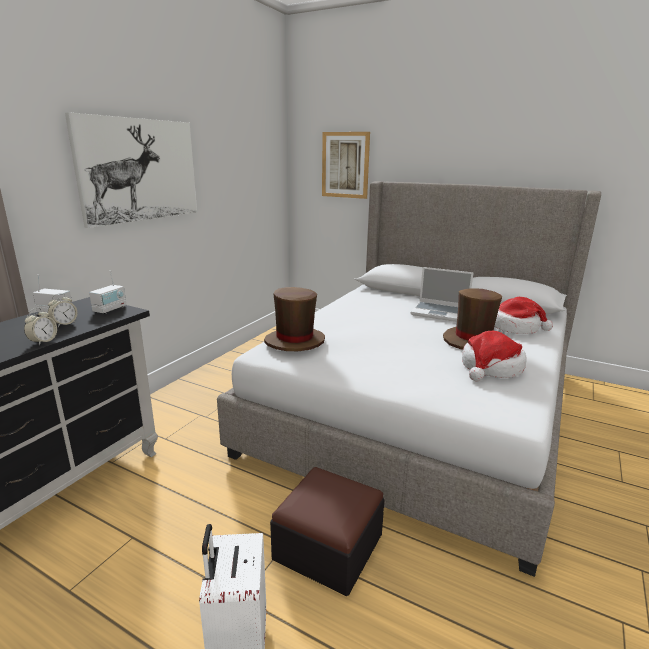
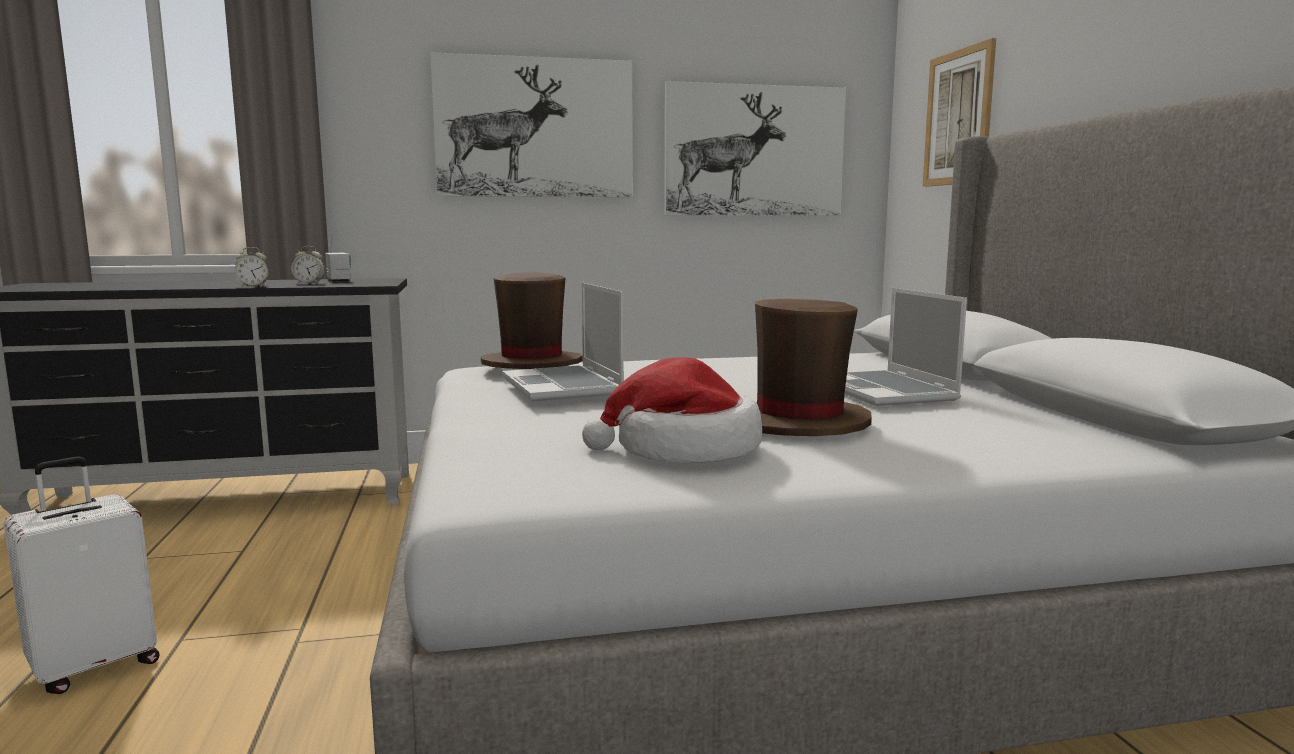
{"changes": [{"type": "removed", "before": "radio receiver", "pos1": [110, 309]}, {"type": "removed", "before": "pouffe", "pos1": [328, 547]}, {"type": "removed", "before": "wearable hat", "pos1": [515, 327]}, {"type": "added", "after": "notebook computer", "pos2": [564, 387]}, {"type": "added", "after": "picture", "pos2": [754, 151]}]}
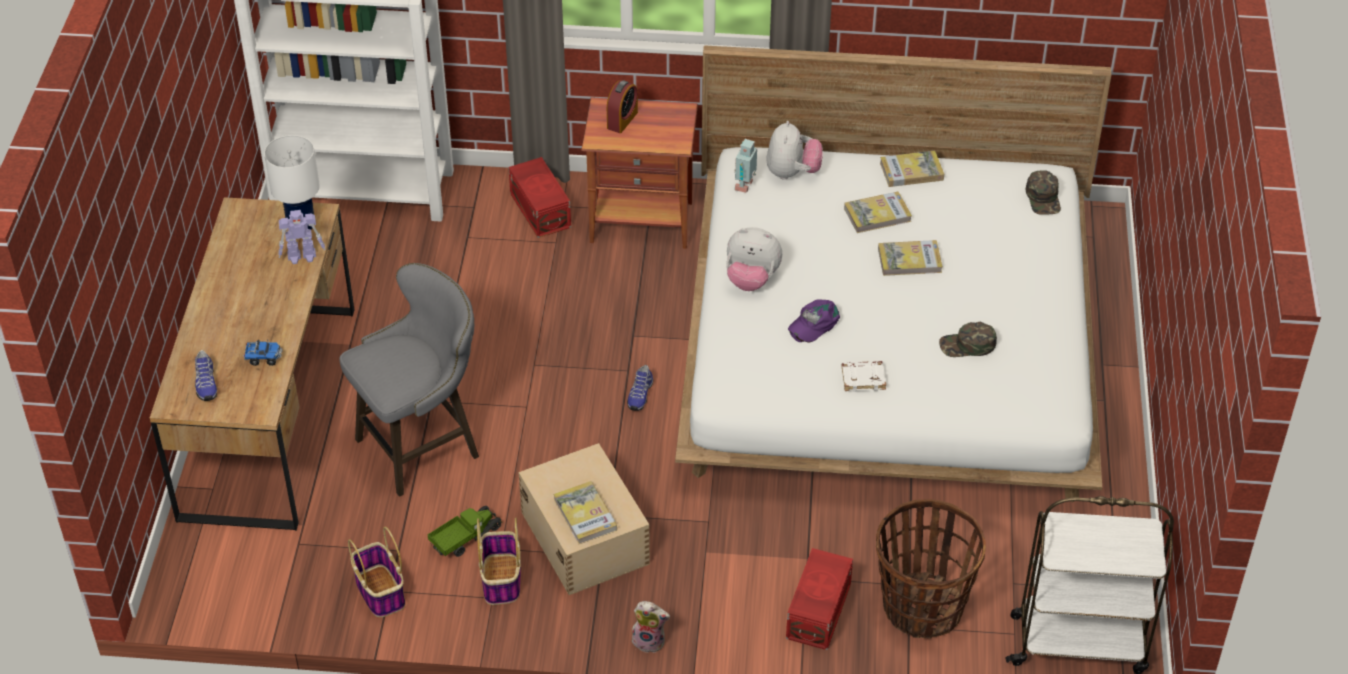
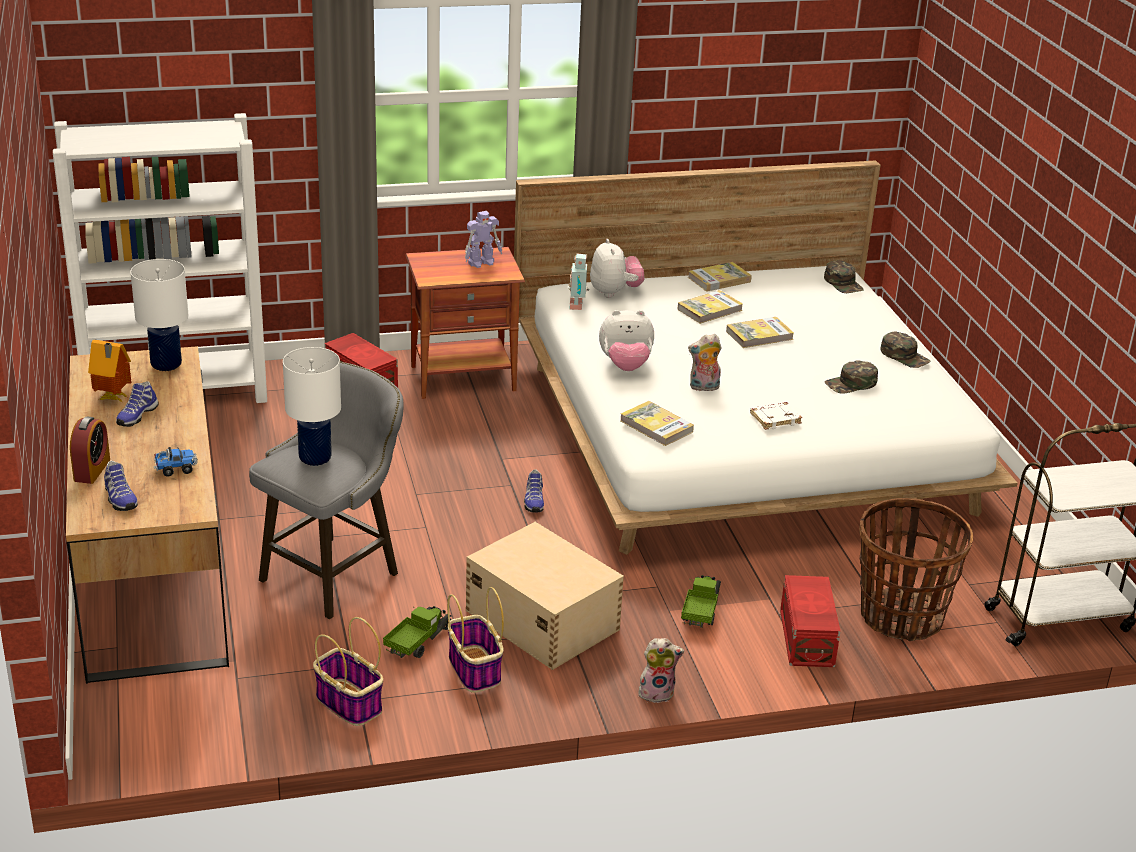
{"changes": [{"type": "added", "after": "toy house", "pos2": [112, 399]}, {"type": "added", "after": "item of footwear", "pos2": [136, 416]}, {"type": "added", "after": "white-coloured lamp for a table", "pos2": [315, 460]}, {"type": "added", "after": "toy lorry", "pos2": [700, 610]}, {"type": "added", "after": "green-coloured cap", "pos2": [904, 356]}, {"type": "moved", "before": "toy robot", "pos1": [303, 256], "pos2": [482, 262]}, {"type": "moved", "before": "volume", "pos1": [585, 515], "pos2": [656, 426]}, {"type": "moved", "before": "bedside clock", "pos1": [622, 120], "pos2": [92, 470]}, {"type": "replaced", "before": "purplish cap", "after": "soft toy", "pos1": [814, 323], "pos2": [703, 387]}]}
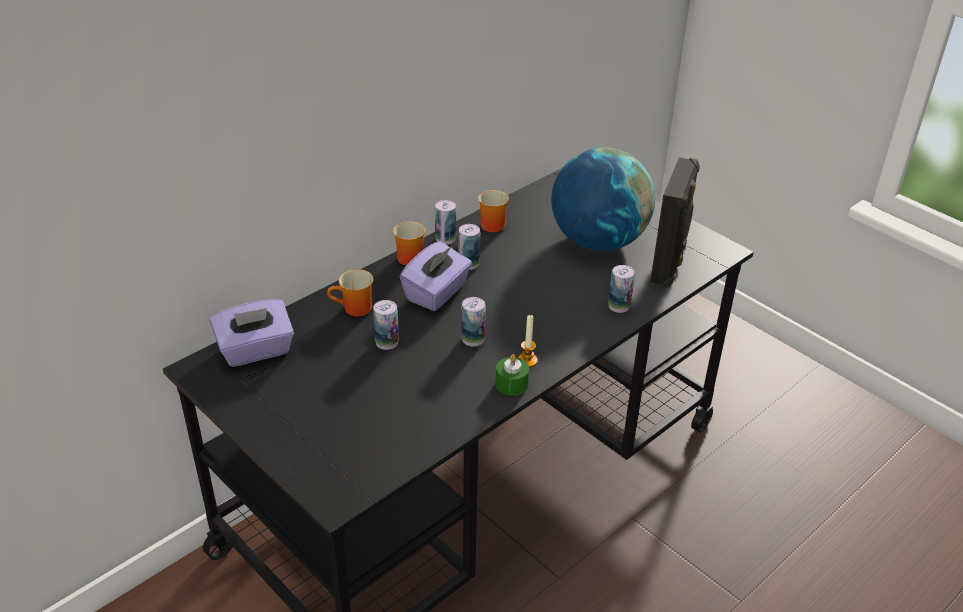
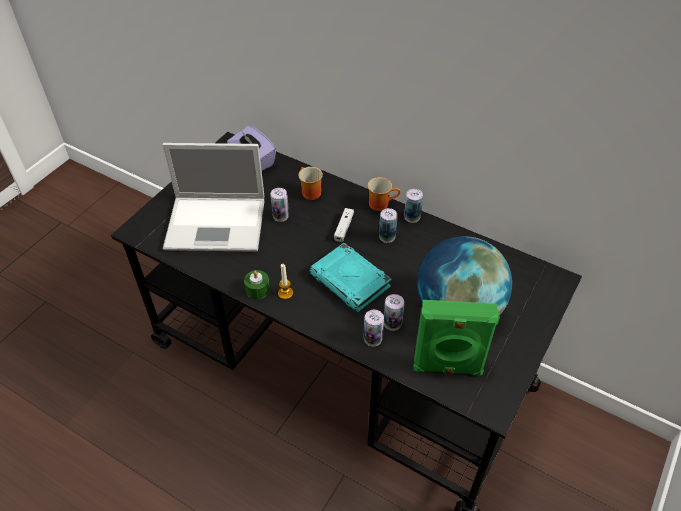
{"changes": [{"type": "removed", "before": "mug", "pos1": [491, 223]}, {"type": "added", "after": "notebook computer", "pos2": [218, 223]}, {"type": "added", "after": "turquoise volume", "pos2": [351, 281]}, {"type": "moved", "before": "can", "pos1": [473, 339], "pos2": [392, 323]}, {"type": "replaced", "before": "purplish box of tissues", "after": "white-coloured game controller", "pos1": [437, 293], "pos2": [344, 228]}, {"type": "recoloured", "before": "black speaker", "after": "green-coloured speaker", "pos1": [669, 265], "pos2": [447, 367]}]}
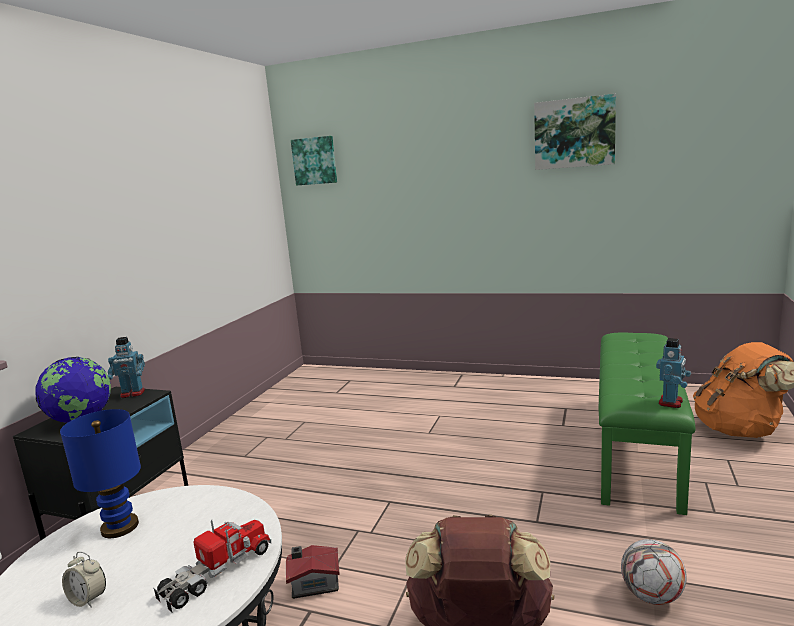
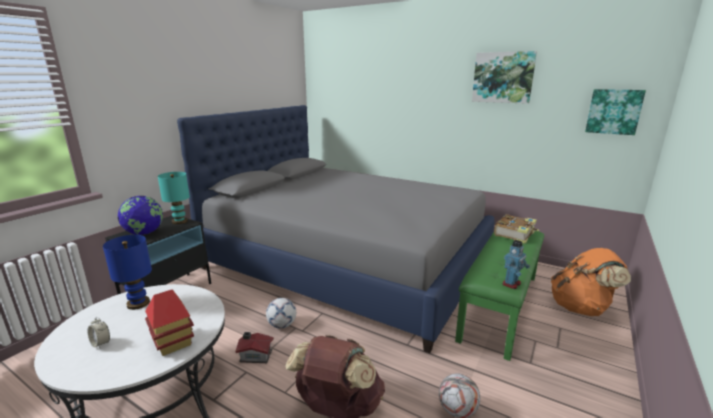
{"changes": [{"type": "added", "after": "grey bed", "pos2": [347, 262]}, {"type": "added", "after": "football", "pos2": [282, 325]}, {"type": "added", "after": "volume", "pos2": [515, 234]}, {"type": "moved", "before": "picture", "pos1": [315, 161], "pos2": [613, 111]}, {"type": "replaced", "before": "toy robot", "after": "turquoise lamp for a table", "pos1": [132, 394], "pos2": [180, 221]}, {"type": "replaced", "before": "toy lorry", "after": "toy house", "pos1": [216, 572], "pos2": [173, 342]}]}
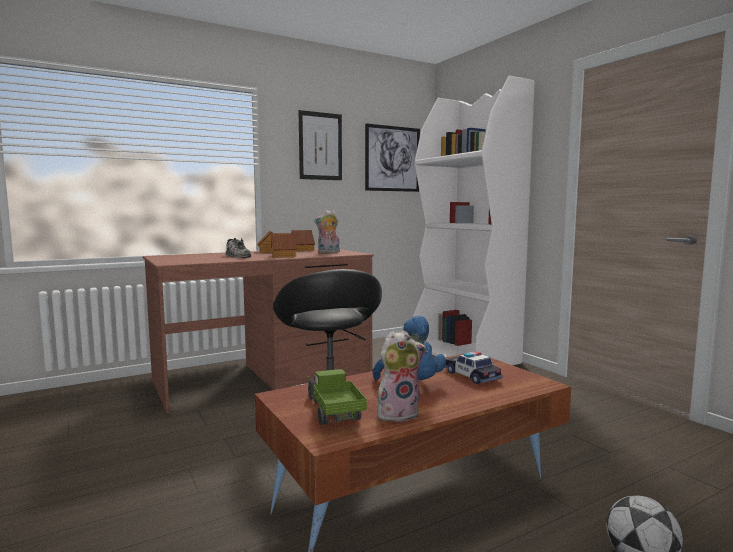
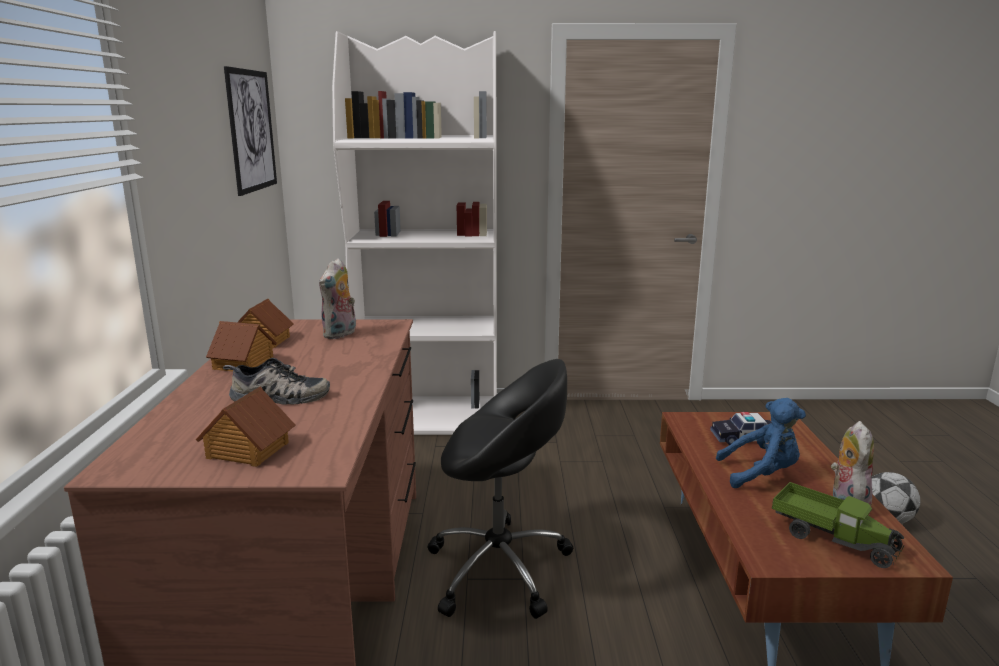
{"changes": [{"type": "removed", "before": "picture", "pos1": [320, 146]}, {"type": "moved", "before": "toy house", "pos1": [283, 256], "pos2": [247, 450]}, {"type": "turned", "before": "toy lorry", "pos1": [332, 411], "pos2": [833, 538], "turn": -150}]}
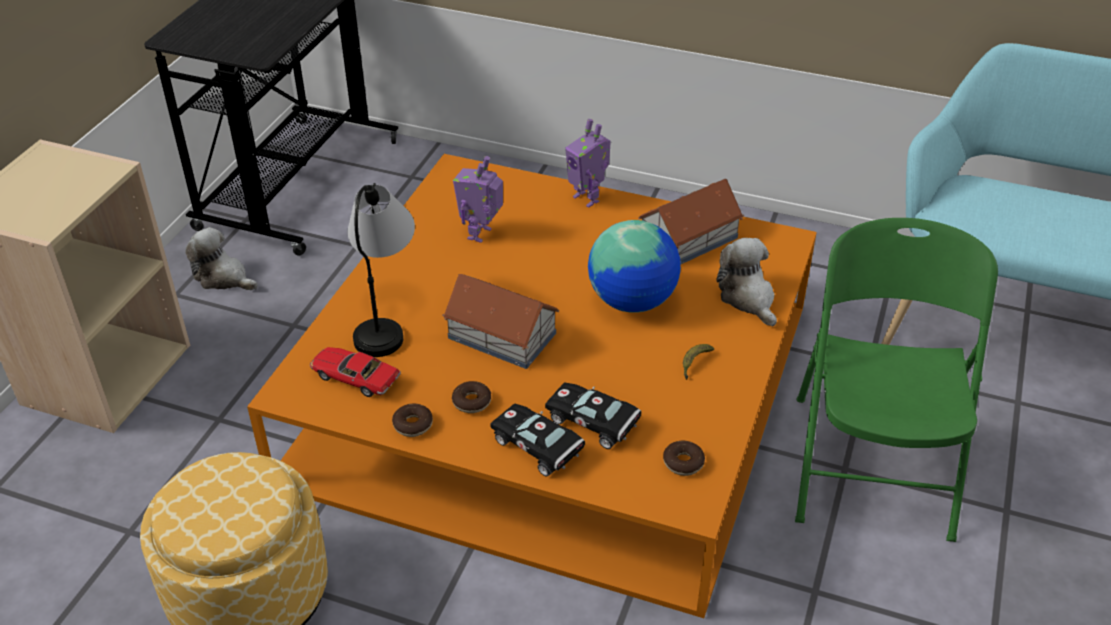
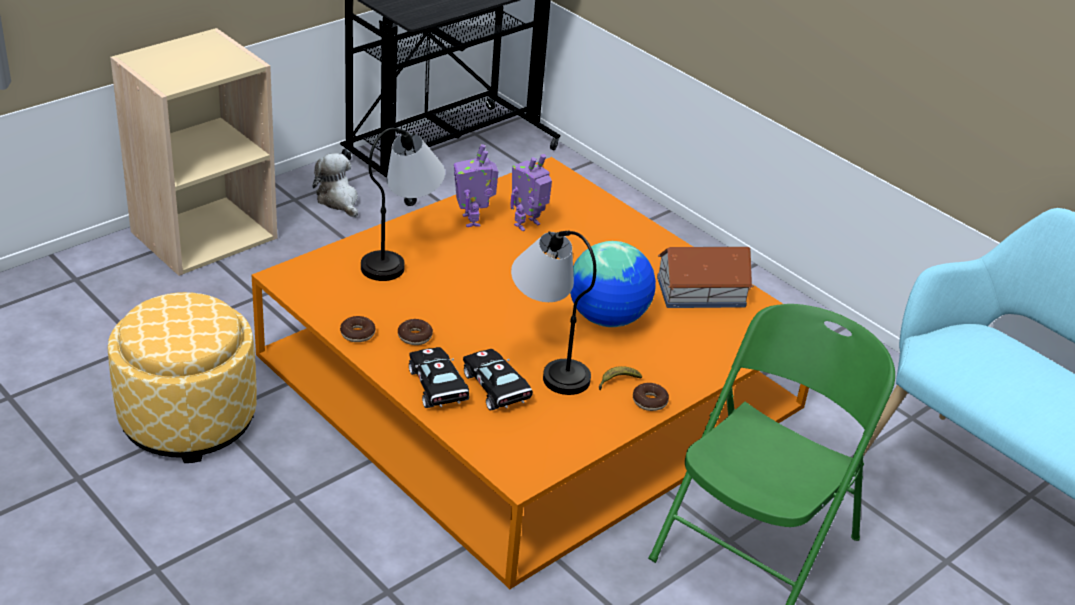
{"changes": [{"type": "removed", "before": "model car", "pos1": [355, 378]}, {"type": "removed", "before": "toy house", "pos1": [502, 336]}, {"type": "removed", "before": "soft toy", "pos1": [748, 298]}, {"type": "added", "after": "lamp for a table", "pos2": [548, 360]}, {"type": "moved", "before": "toy robot", "pos1": [587, 198], "pos2": [473, 220]}, {"type": "moved", "before": "donut", "pos1": [683, 462], "pos2": [649, 401]}]}
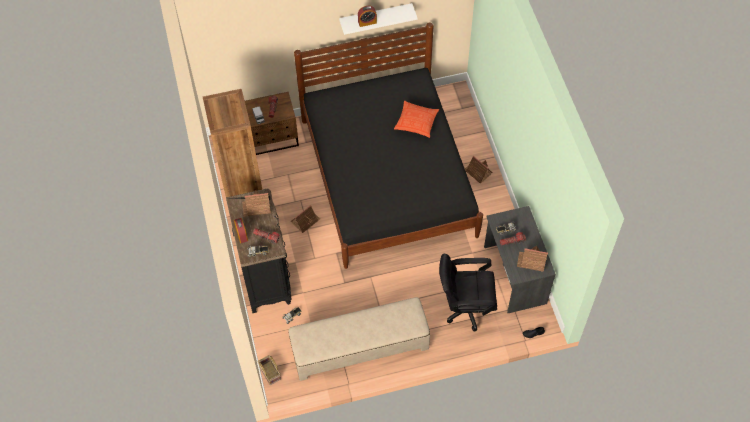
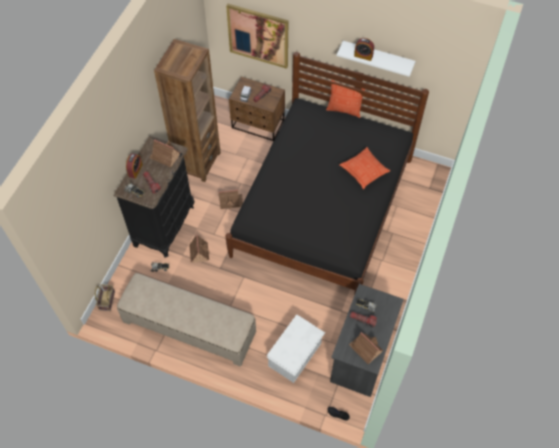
{"changes": [{"type": "added", "after": "picture", "pos2": [258, 35]}, {"type": "added", "after": "orange cushion", "pos2": [344, 110]}, {"type": "moved", "before": "toy house", "pos1": [477, 172], "pos2": [199, 252]}, {"type": "replaced", "before": "black computer chair", "after": "white-coloured storage box", "pos1": [464, 311], "pos2": [295, 355]}]}
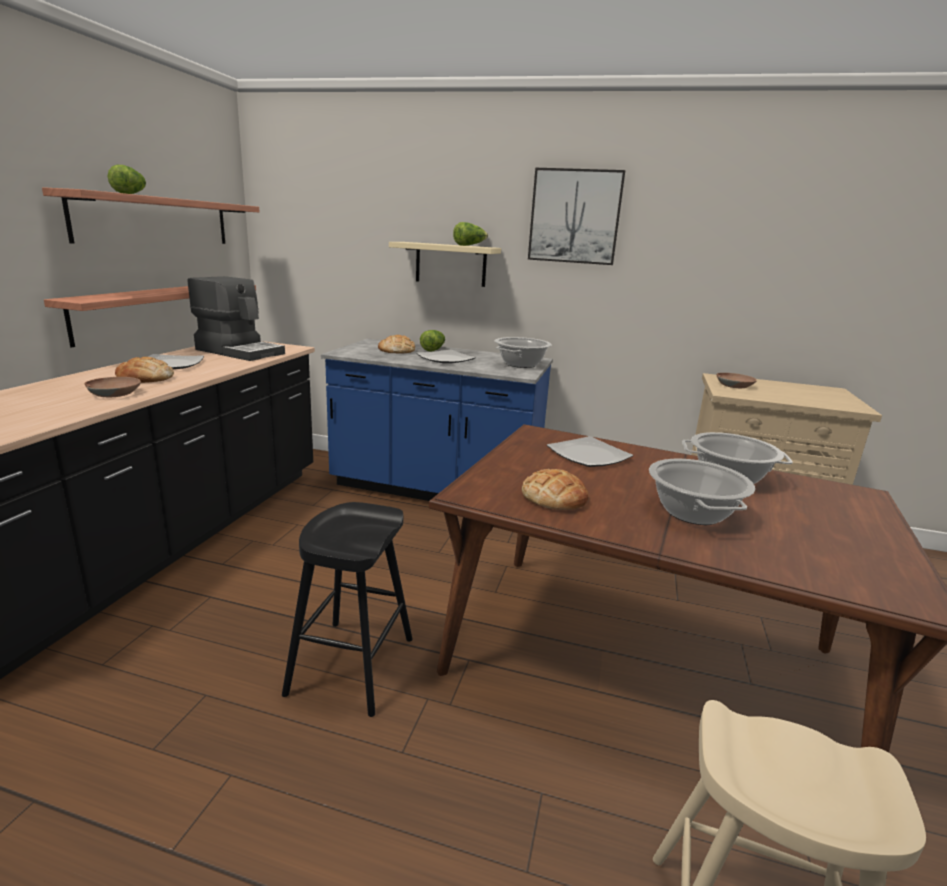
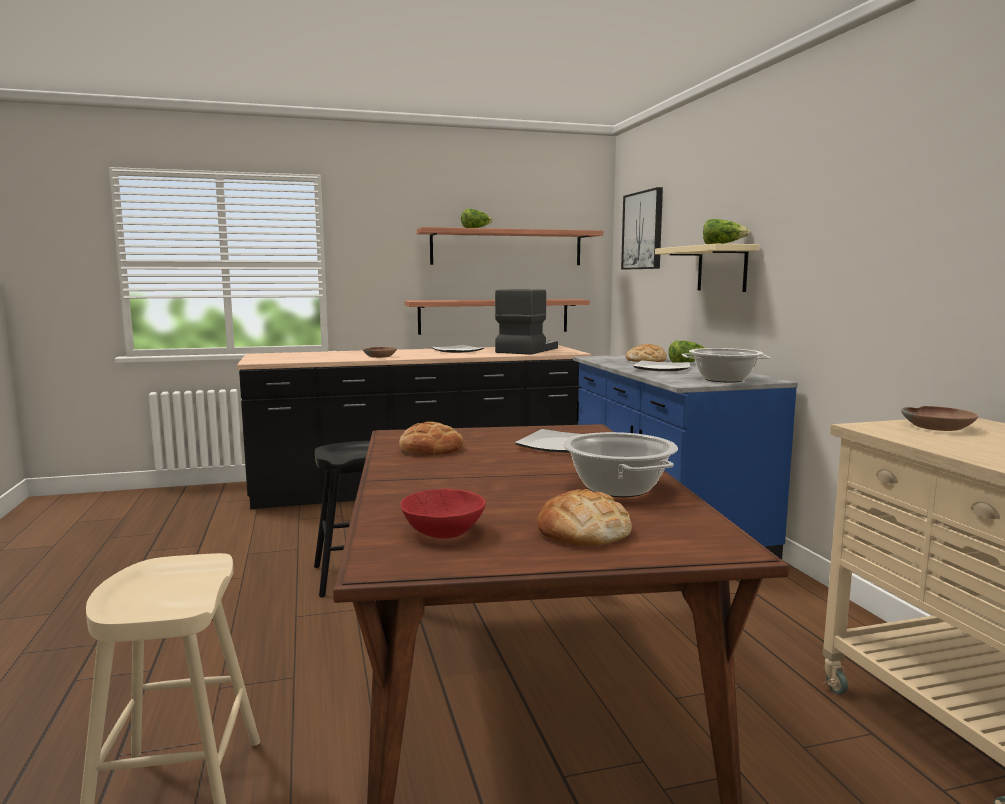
{"changes": [{"type": "removed", "before": "stockpot", "pos1": [693, 513]}, {"type": "added", "after": "reddish deep dish", "pos2": [444, 531]}, {"type": "moved", "before": "bread", "pos1": [145, 378], "pos2": [583, 531]}, {"type": "moved", "before": "picture", "pos1": [575, 217], "pos2": [643, 230]}, {"type": "turned", "before": "coffee brewer", "pos1": [240, 351], "pos2": [526, 350], "turn": -150}]}
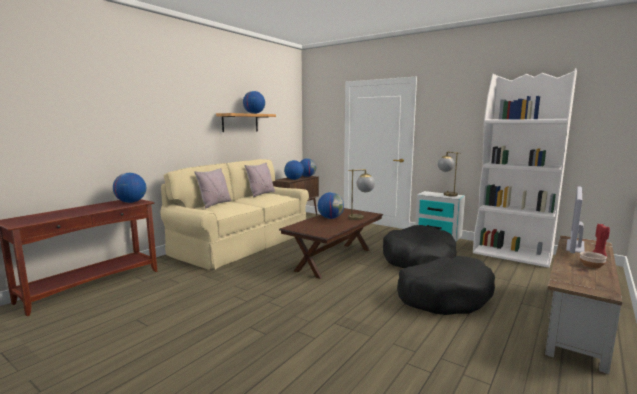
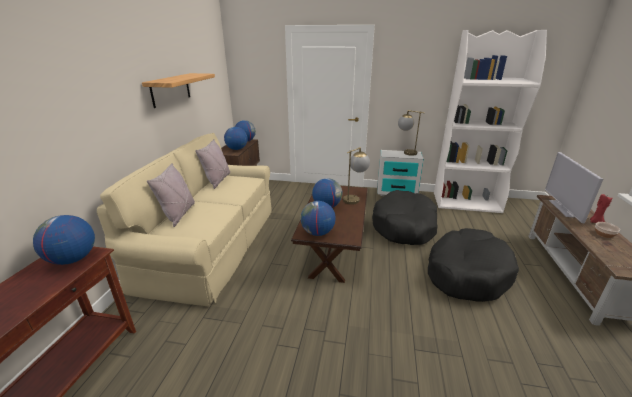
{"changes": [{"type": "moved", "before": "globe", "pos1": [254, 113], "pos2": [317, 233]}]}
